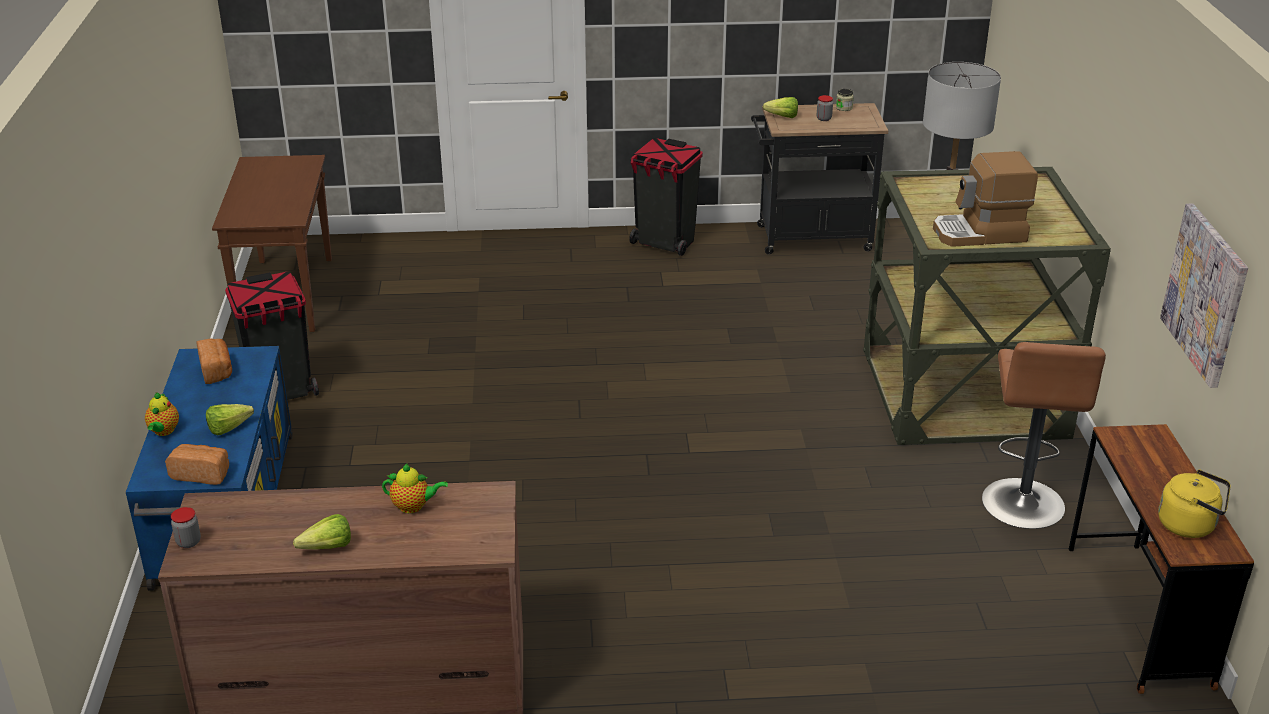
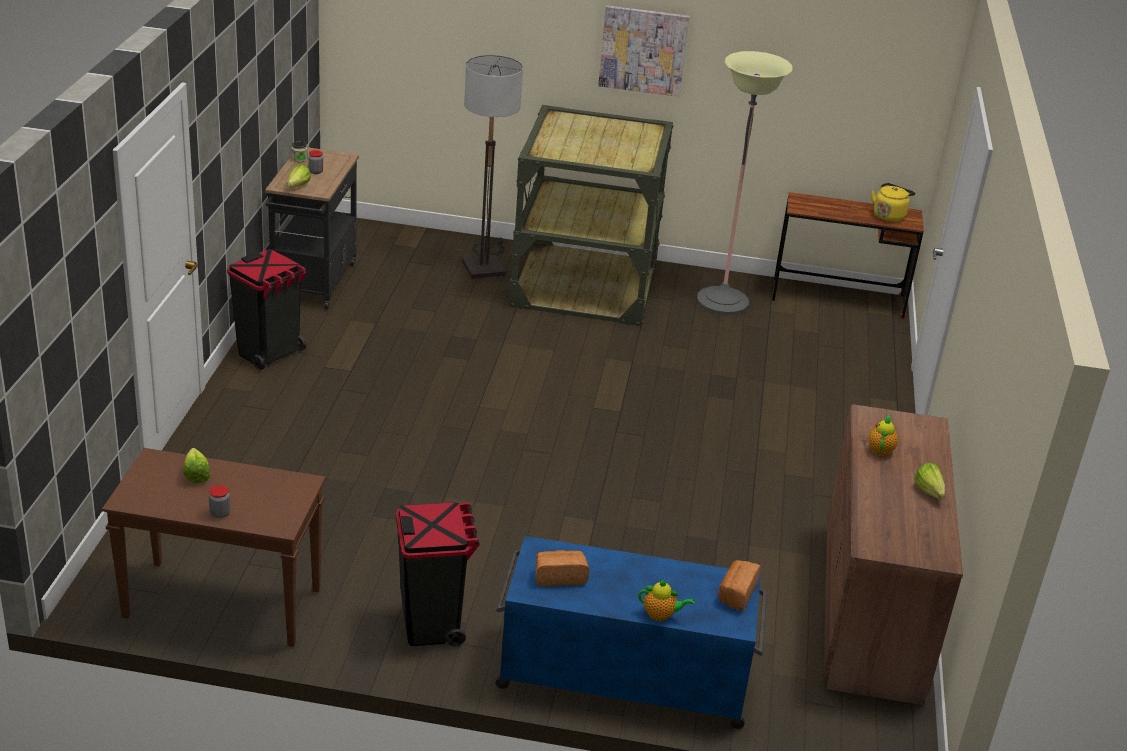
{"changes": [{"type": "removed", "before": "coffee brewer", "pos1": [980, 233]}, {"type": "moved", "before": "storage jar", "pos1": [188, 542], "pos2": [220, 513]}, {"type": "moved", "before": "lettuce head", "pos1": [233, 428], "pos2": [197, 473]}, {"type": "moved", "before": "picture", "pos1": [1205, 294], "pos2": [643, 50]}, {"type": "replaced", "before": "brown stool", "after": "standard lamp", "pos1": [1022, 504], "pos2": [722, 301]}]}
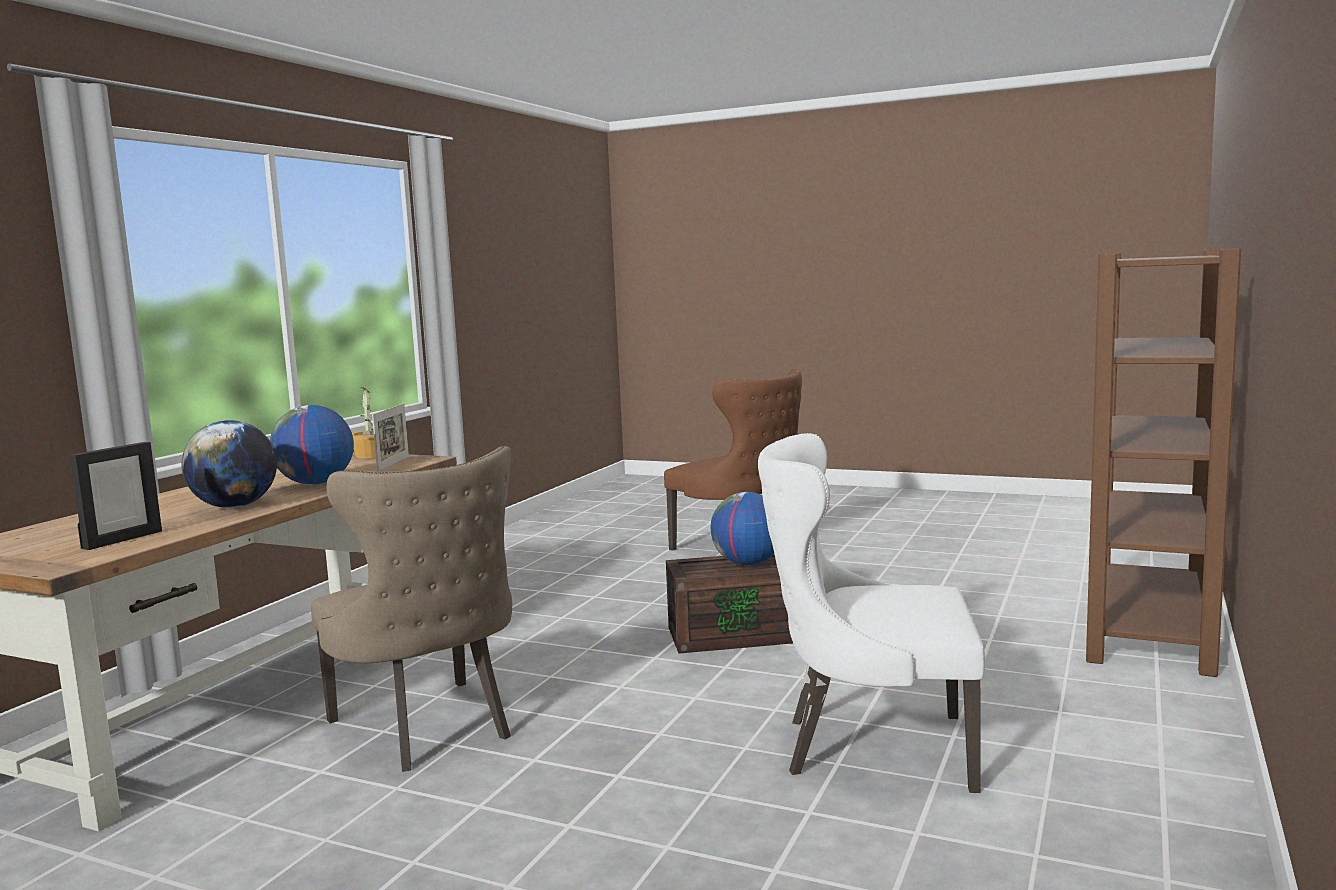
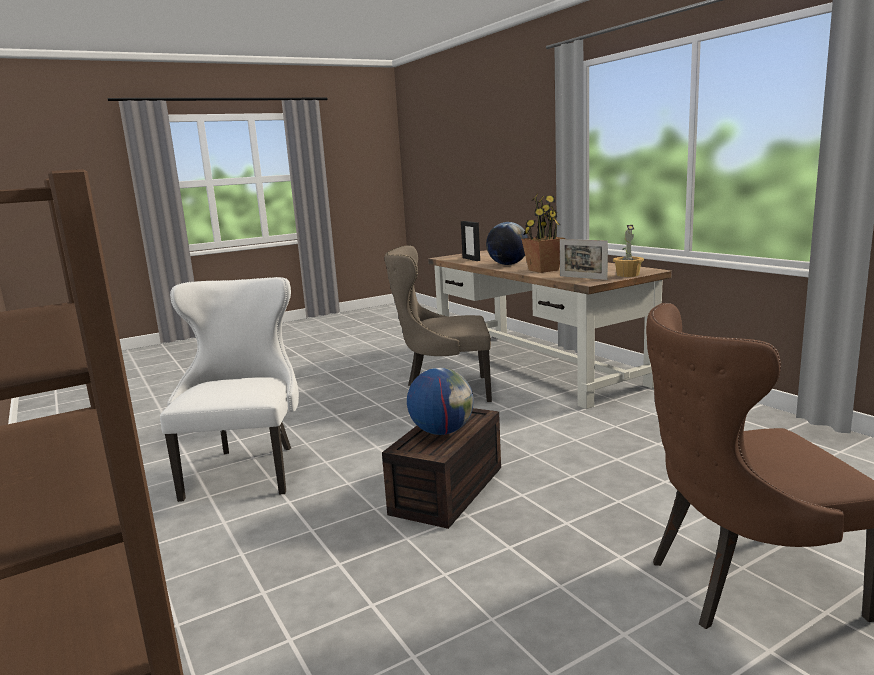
{"changes": [{"type": "replaced", "before": "globe", "after": "houseplant", "pos1": [315, 483], "pos2": [543, 270]}, {"type": "turned", "before": "white-coloured plain chair", "pos1": [869, 748], "pos2": [246, 469], "turn": -45}]}
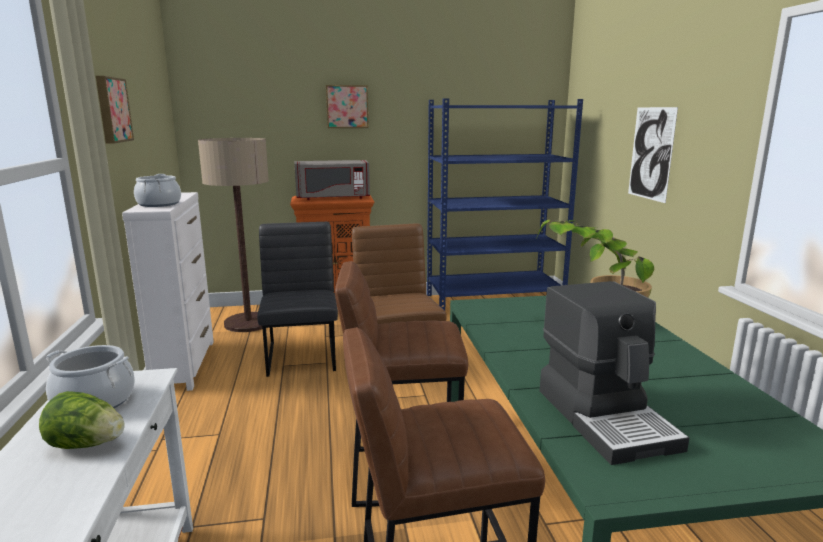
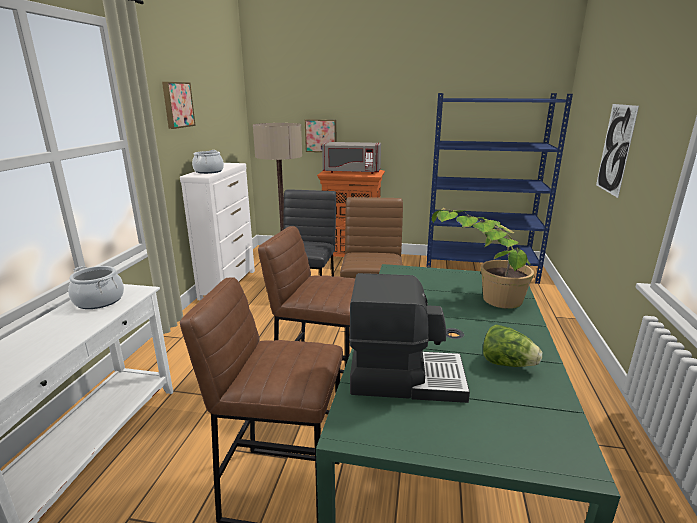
{"changes": [{"type": "moved", "before": "lettuce head", "pos1": [87, 444], "pos2": [507, 364]}, {"type": "moved", "before": "picture", "pos1": [347, 106], "pos2": [321, 135]}, {"type": "turned", "before": "coffee brewer", "pos1": [606, 417], "pos2": [405, 377], "turn": -90}]}
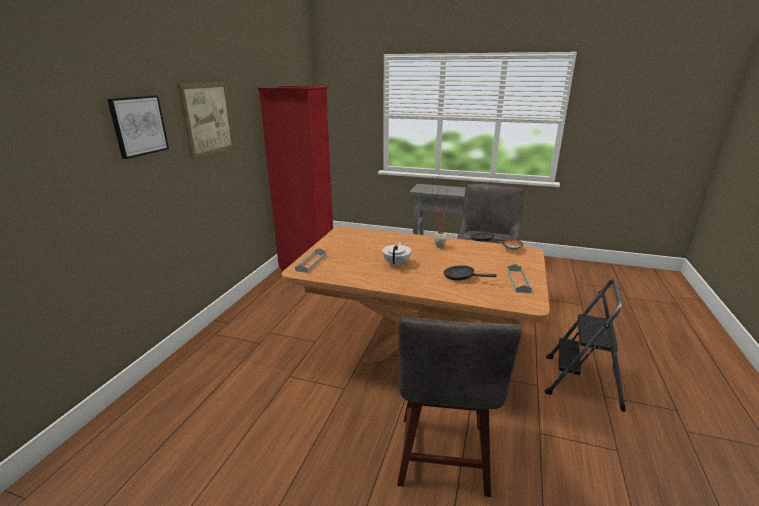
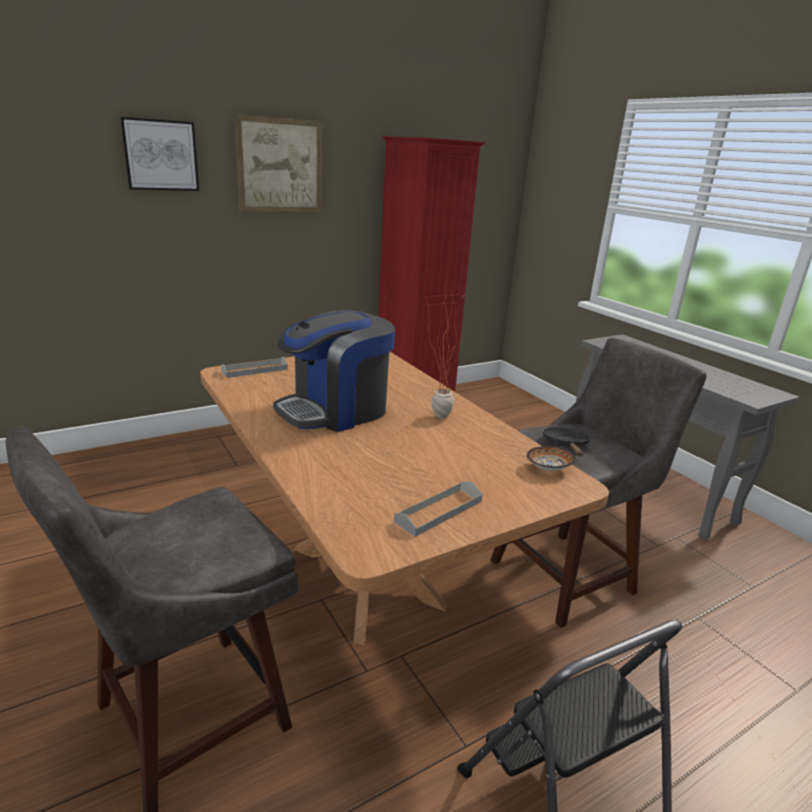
{"changes": [{"type": "removed", "before": "black frying pan", "pos1": [462, 278]}, {"type": "replaced", "before": "white-coloured tea pot", "after": "coffee brewer", "pos1": [397, 263], "pos2": [335, 410]}]}
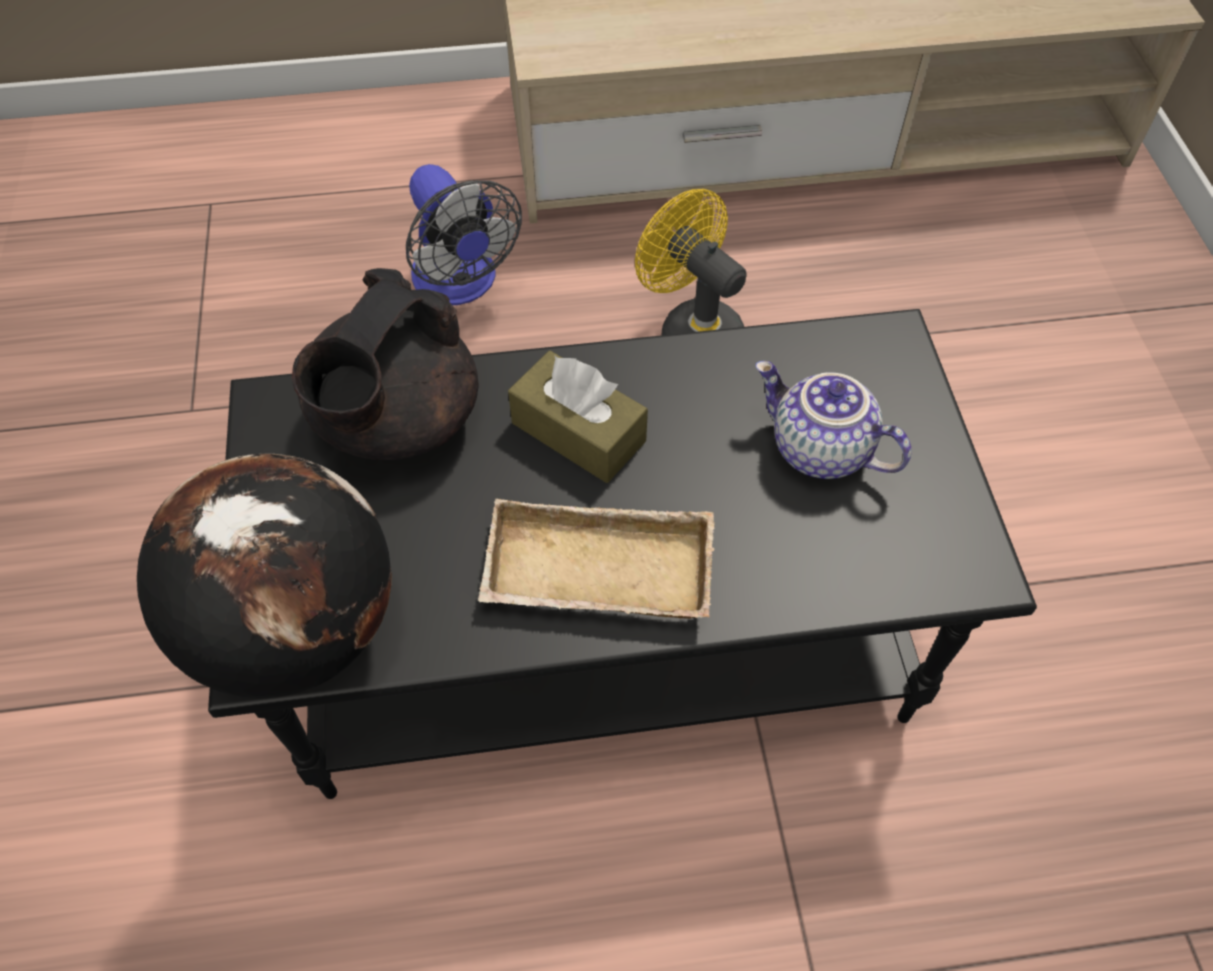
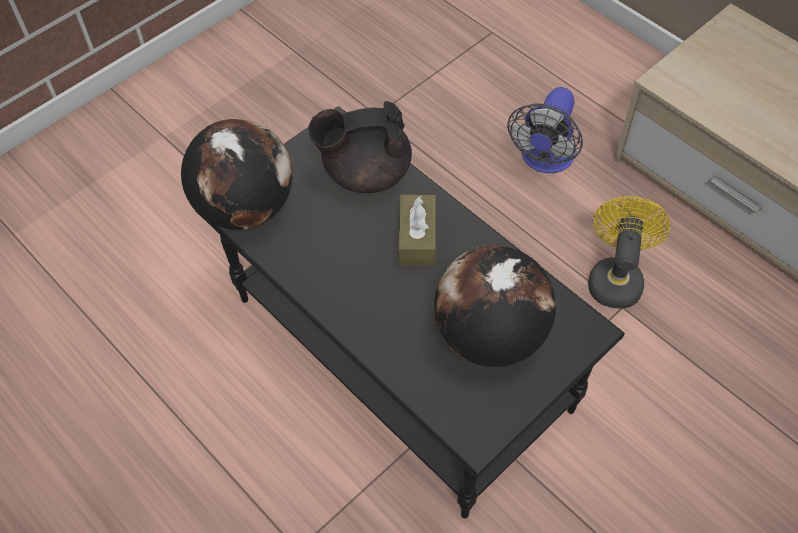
{"changes": [{"type": "removed", "before": "beige-coloured tray", "pos1": [594, 576]}, {"type": "replaced", "before": "tea pot", "after": "globe", "pos1": [818, 451], "pos2": [489, 336]}]}
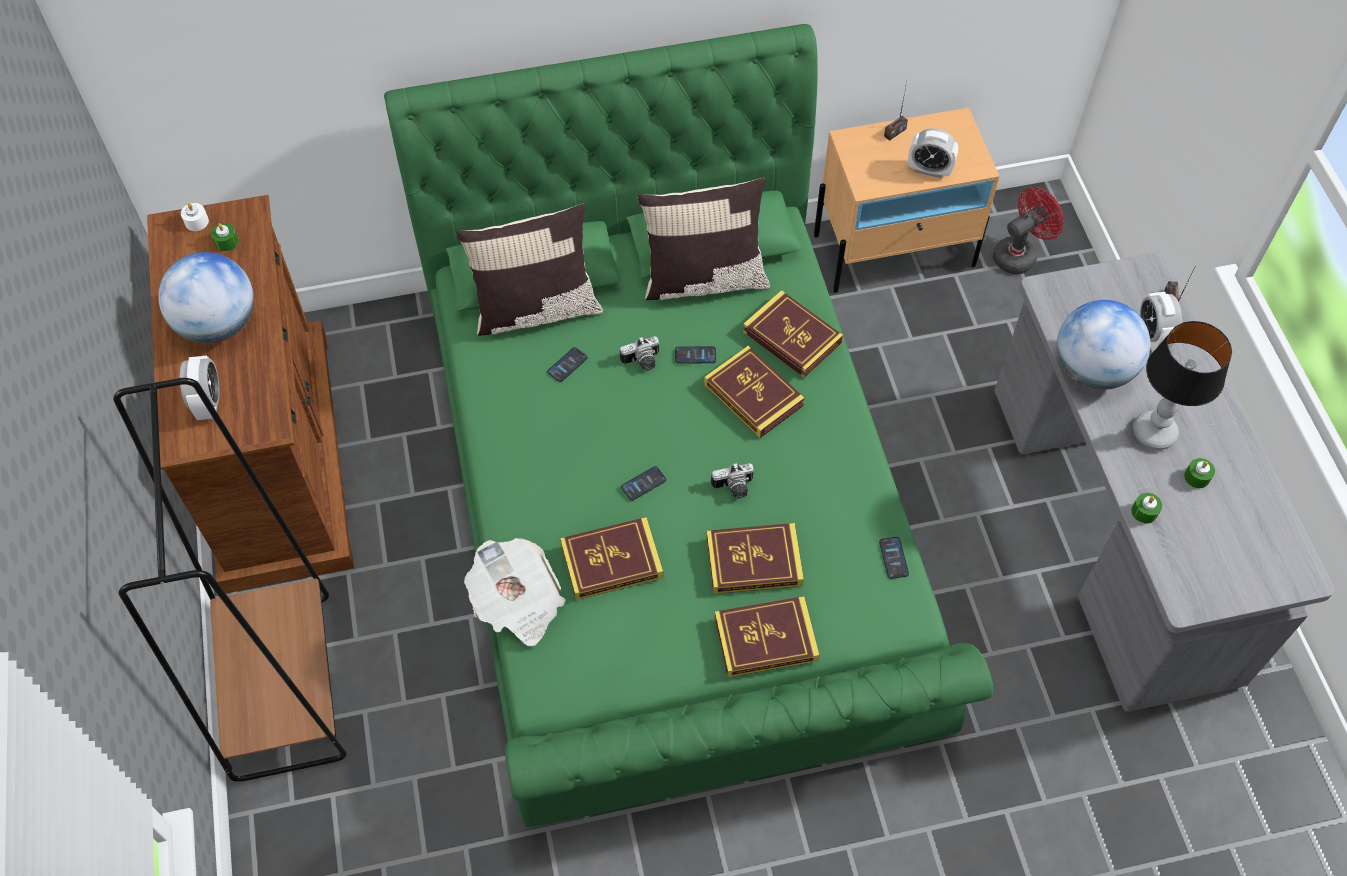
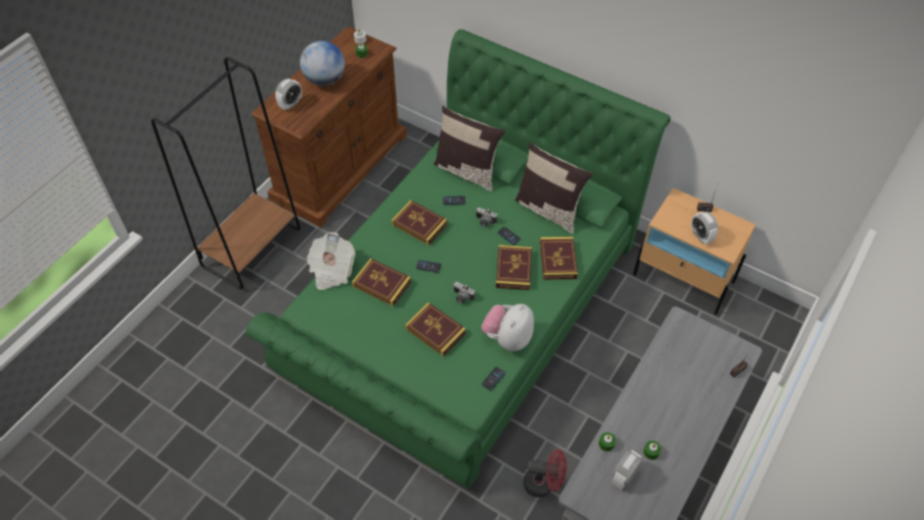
{"changes": [{"type": "removed", "before": "globe", "pos1": [1092, 370]}, {"type": "removed", "before": "lamp for a table", "pos1": [1154, 432]}, {"type": "added", "after": "soft toy", "pos2": [508, 338]}, {"type": "moved", "before": "volume", "pos1": [765, 639], "pos2": [419, 224]}, {"type": "moved", "before": "reddish electric fan", "pos1": [1019, 254], "pos2": [544, 484]}, {"type": "moved", "before": "bedside clock", "pos1": [1151, 337], "pos2": [624, 477]}]}
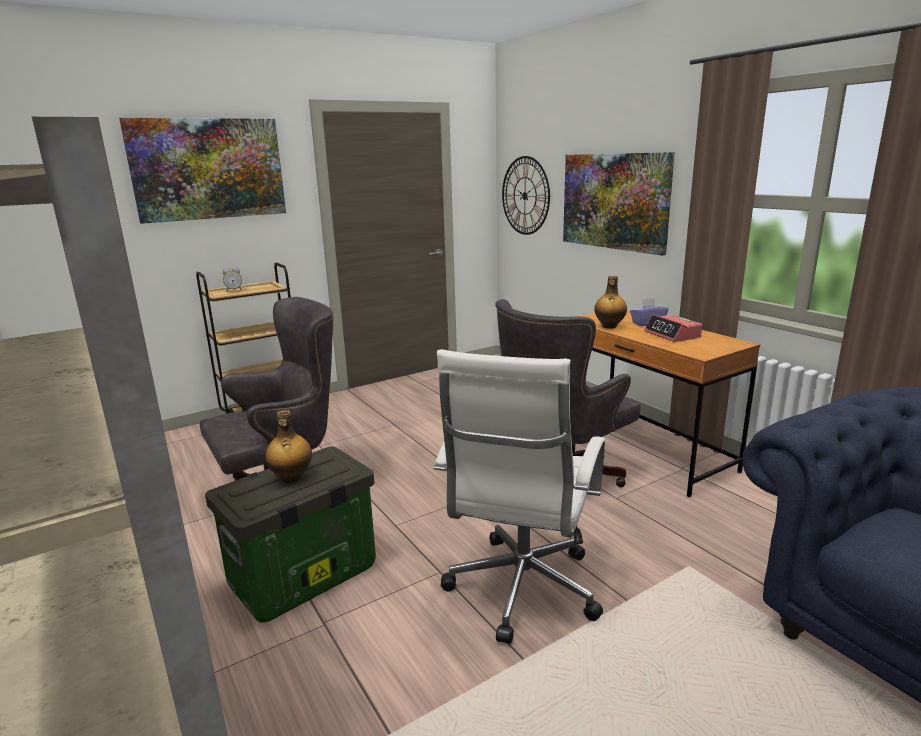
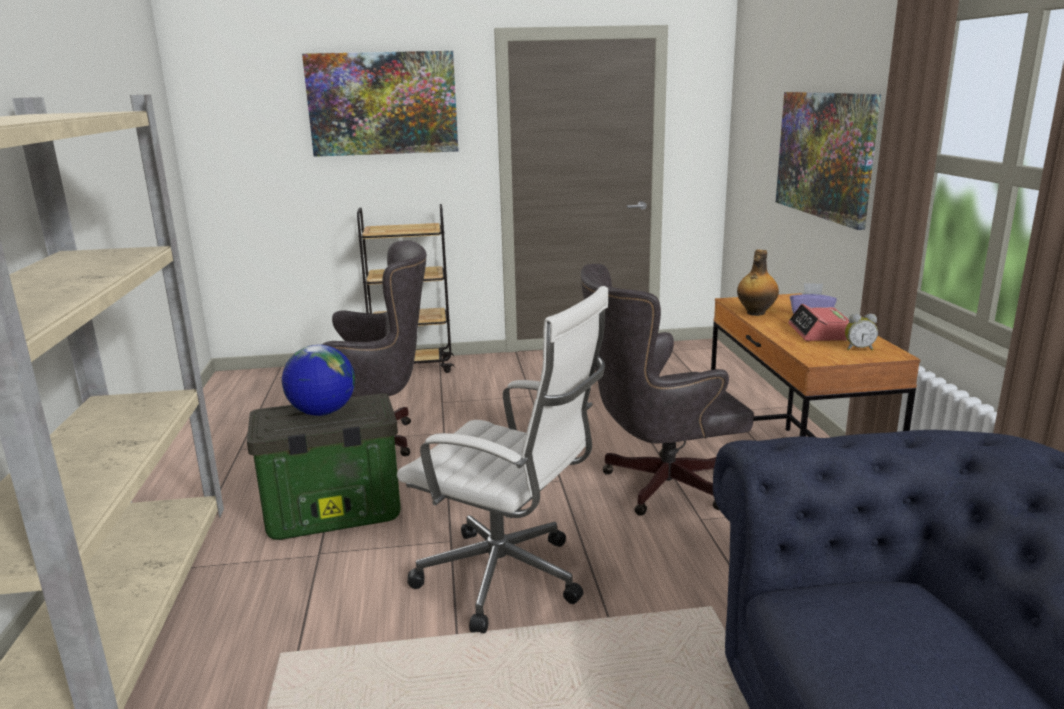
{"changes": [{"type": "removed", "before": "clock on the wall", "pos1": [525, 196]}, {"type": "moved", "before": "bedside clock", "pos1": [234, 290], "pos2": [858, 349]}, {"type": "replaced", "before": "drink bottle", "after": "globe", "pos1": [291, 478], "pos2": [322, 412]}, {"type": "turned", "before": "white-coloured computer chair", "pos1": [521, 592], "pos2": [508, 579], "turn": -105}]}
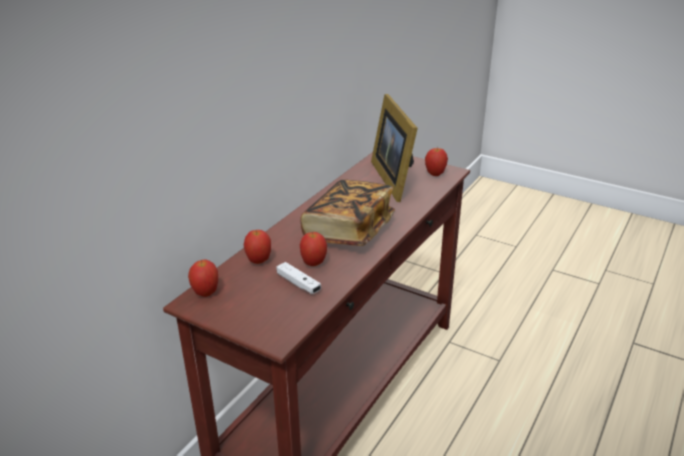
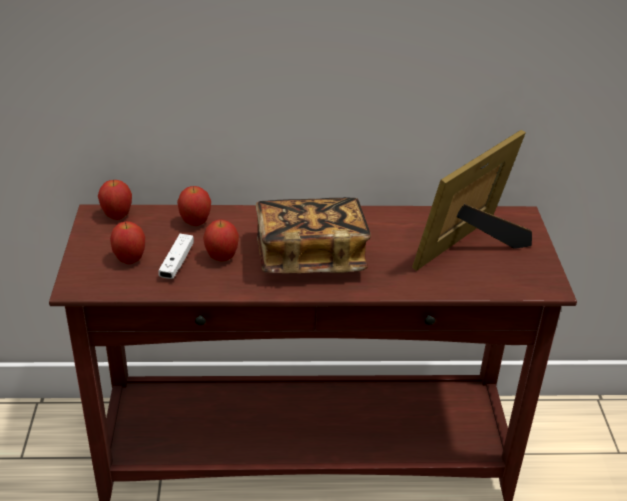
{"changes": [{"type": "moved", "before": "apple fruit", "pos1": [435, 174], "pos2": [130, 260]}]}
